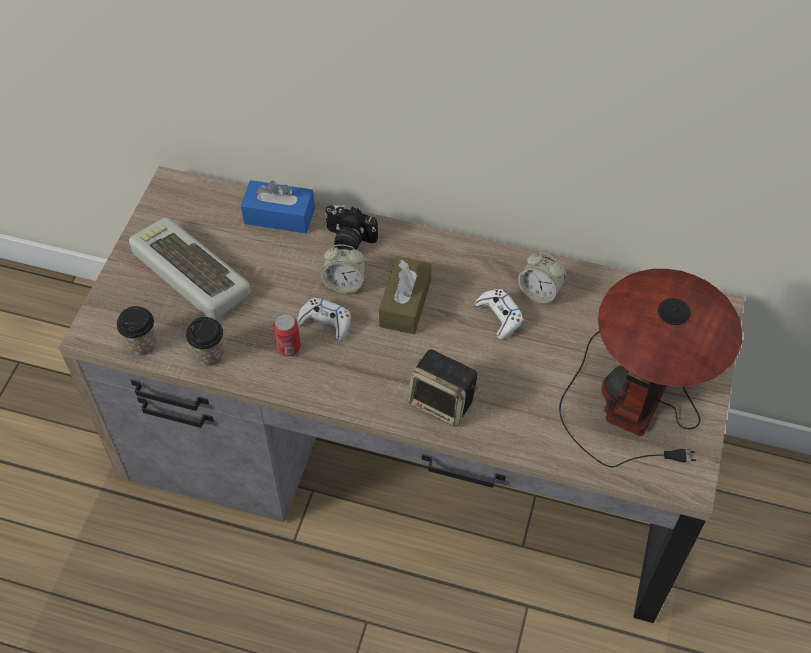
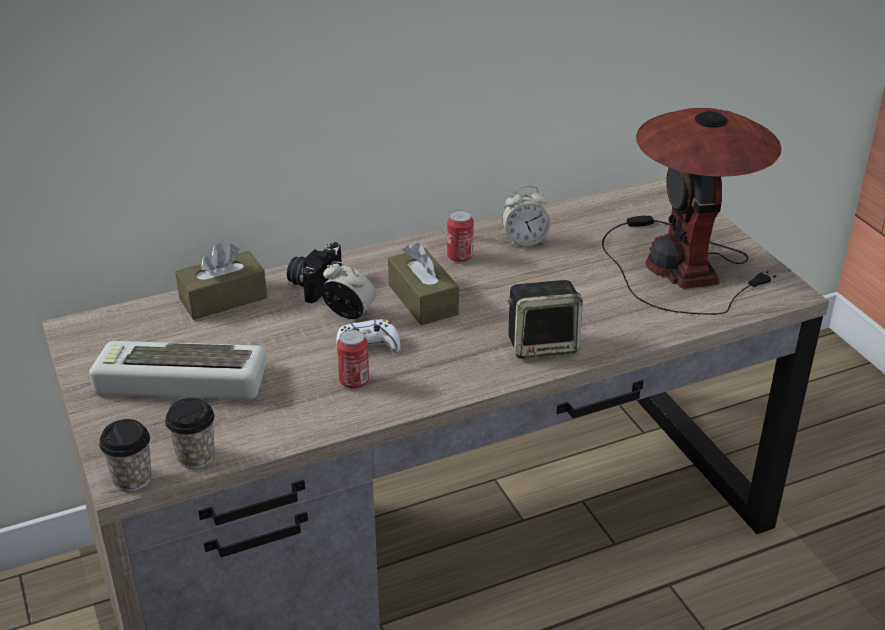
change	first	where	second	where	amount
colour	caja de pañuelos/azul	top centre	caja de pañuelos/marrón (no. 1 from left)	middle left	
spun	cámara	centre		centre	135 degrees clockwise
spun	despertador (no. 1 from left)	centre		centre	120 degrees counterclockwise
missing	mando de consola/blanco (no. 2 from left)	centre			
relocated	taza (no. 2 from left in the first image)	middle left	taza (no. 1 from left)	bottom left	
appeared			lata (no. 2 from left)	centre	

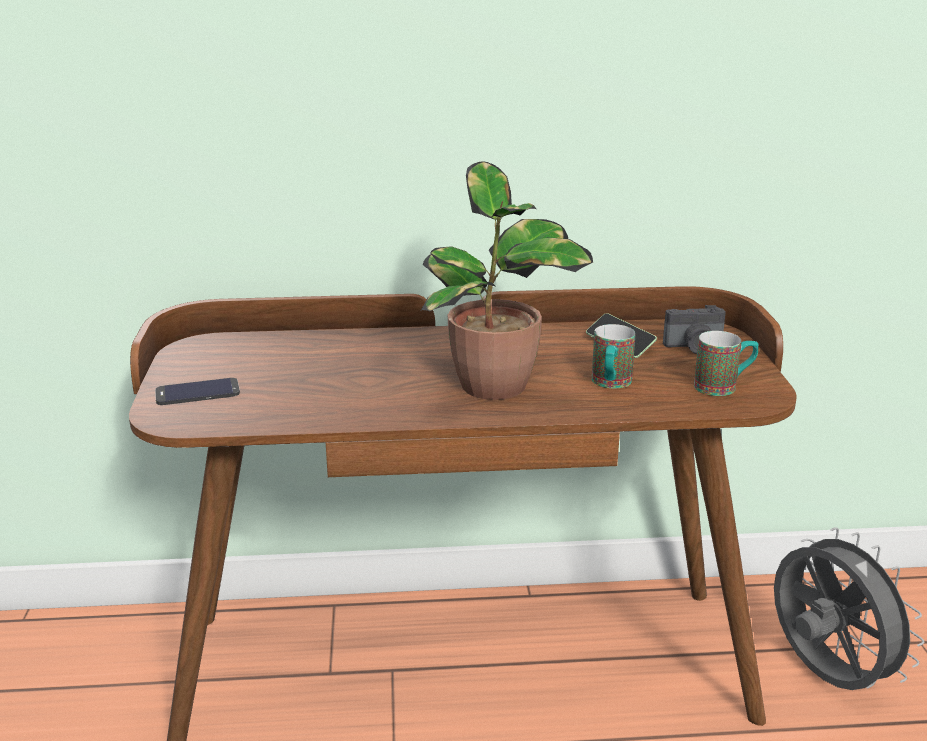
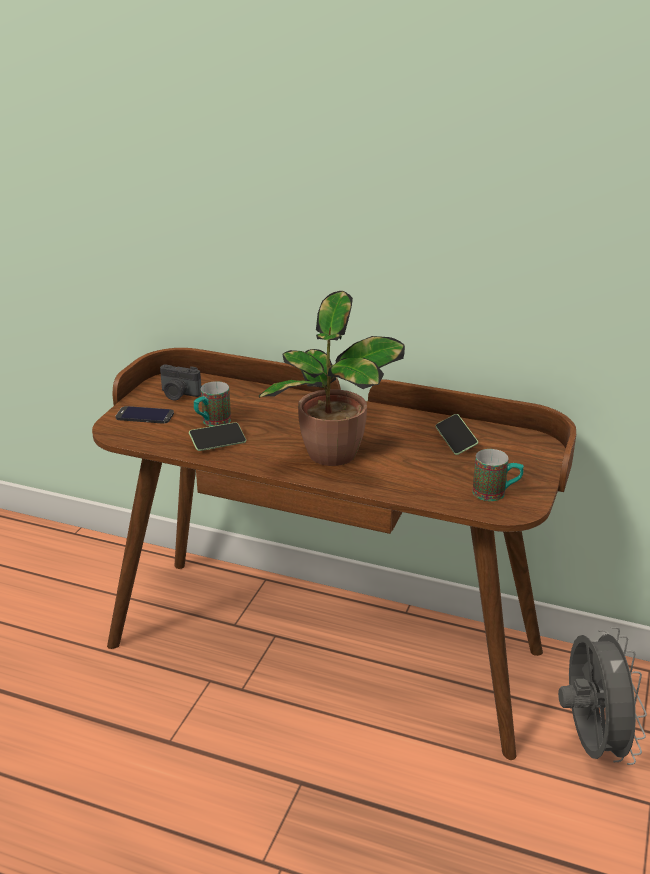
change	first	where	second	where	amount
relocated	cámara	middle right		middle left	
relocated	taza grande (no. 1 from left)	centre		middle left	
appeared			móvil (no. 2 from left)	centre	

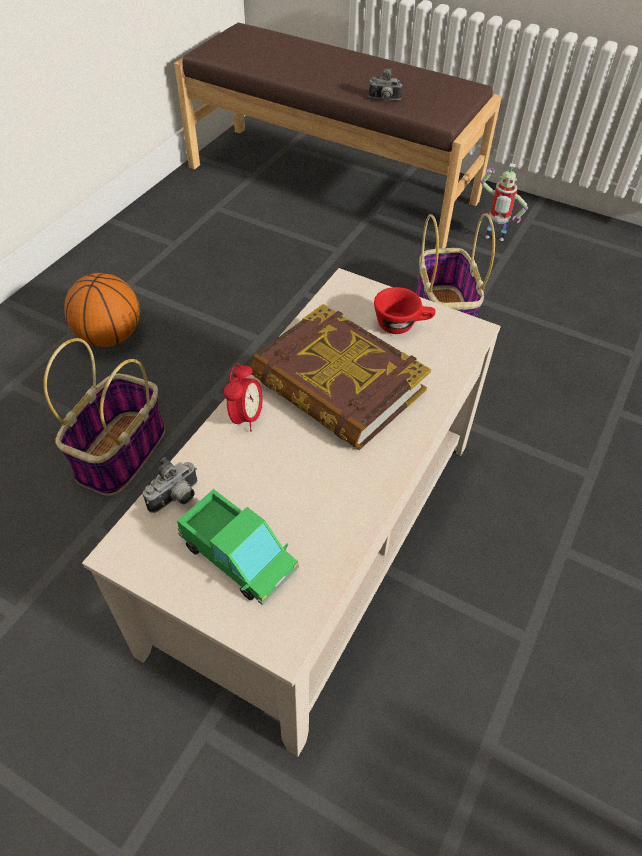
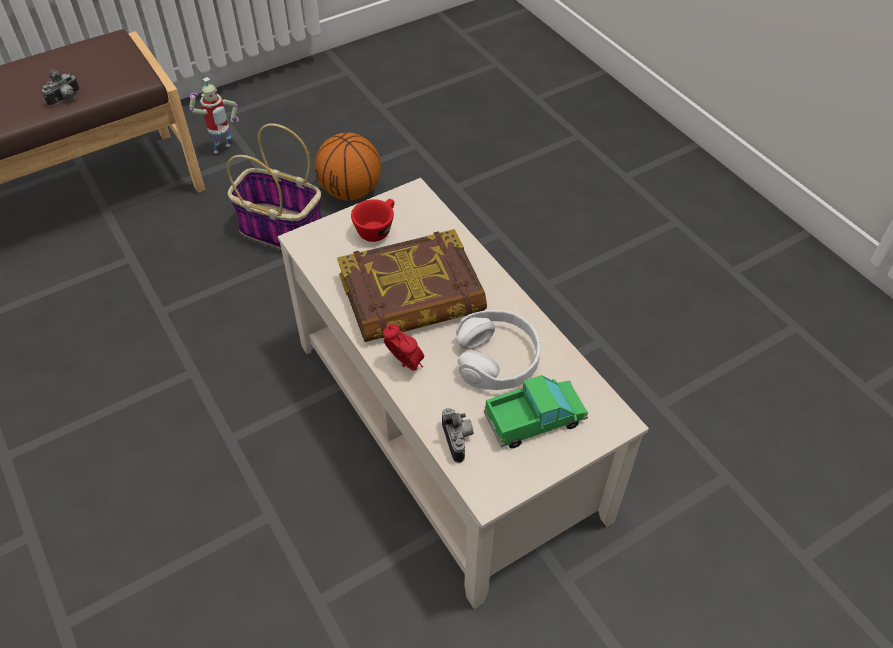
change	first	where	second	where	amount
relocated	balón de baloncesto	middle left		top centre	
missing	cesta (no. 1 from left)	middle left			
appeared			auriculares/blanco	centre	

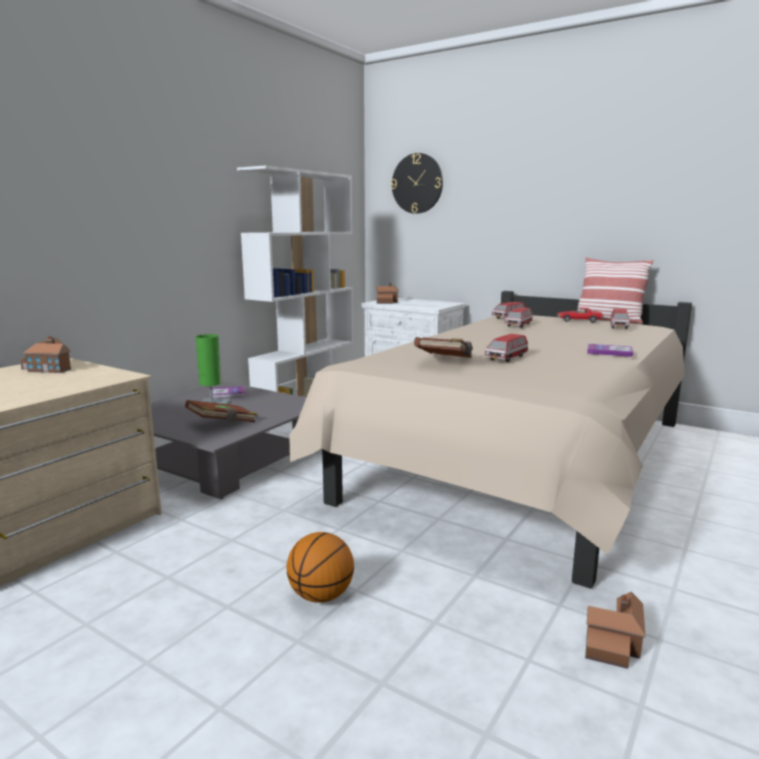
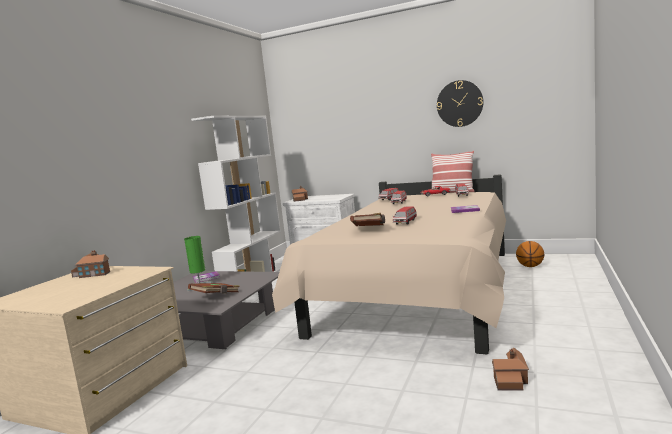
change	first	where	second	where	amount
relocated	reloj de pared	top centre		top right	
relocated	balón de baloncesto	bottom centre		middle right	

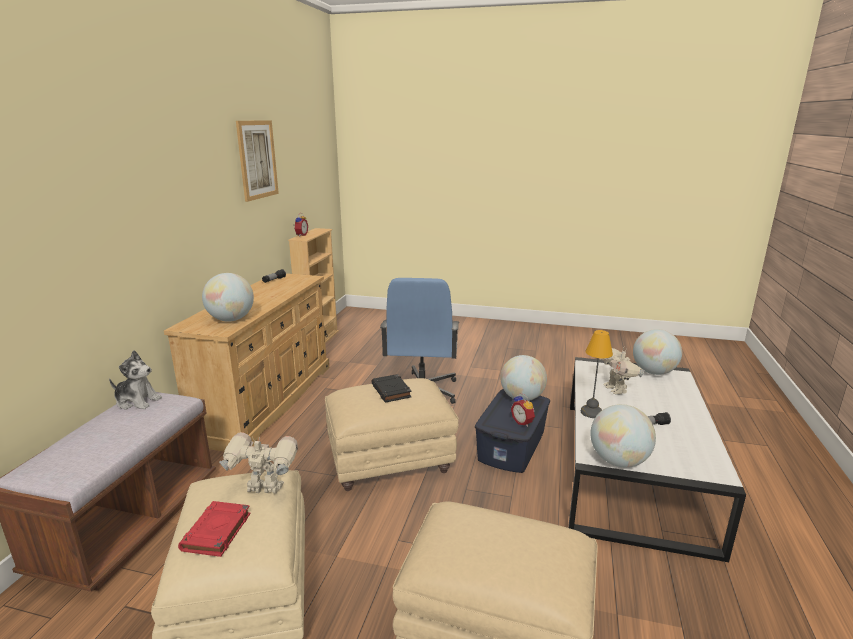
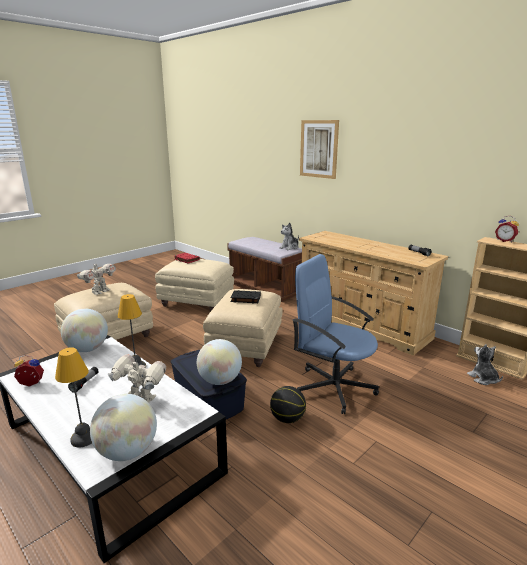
change	first	where	second	where	amount
relocated	cuadro	top left		top centre	
missing	globo terráqueo (no. 1 from left)	middle left			
relocated	despertador (no. 2 from left in the first image)	centre	despertador (no. 1 from left)	middle left	
relocated	robot de juguete (no. 1 from left)	bottom left		middle left	
appeared			peluche (no. 2 from left)	middle right	
appeared			lámpara de mesa (no. 1 from left)	bottom left	
appeared			balón de baloncesto	bottom centre	

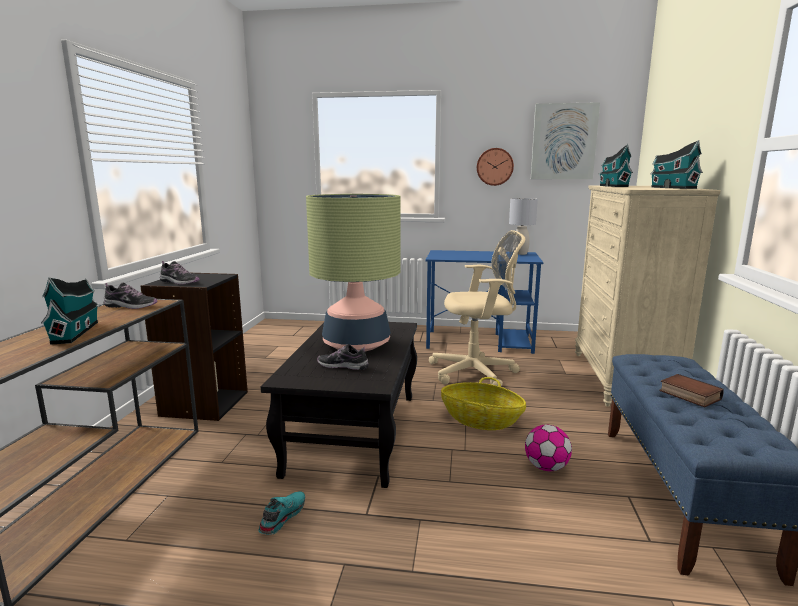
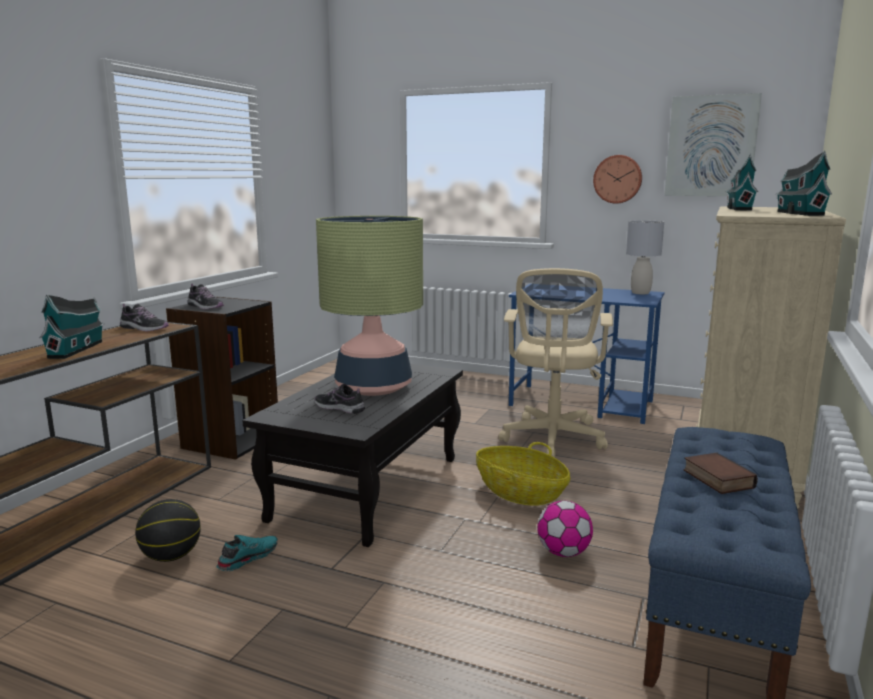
change	first	where	second	where	amount
spun	silla de oficina/beis	centre		centre	90 degrees clockwise
appeared			balón de baloncesto	bottom left	

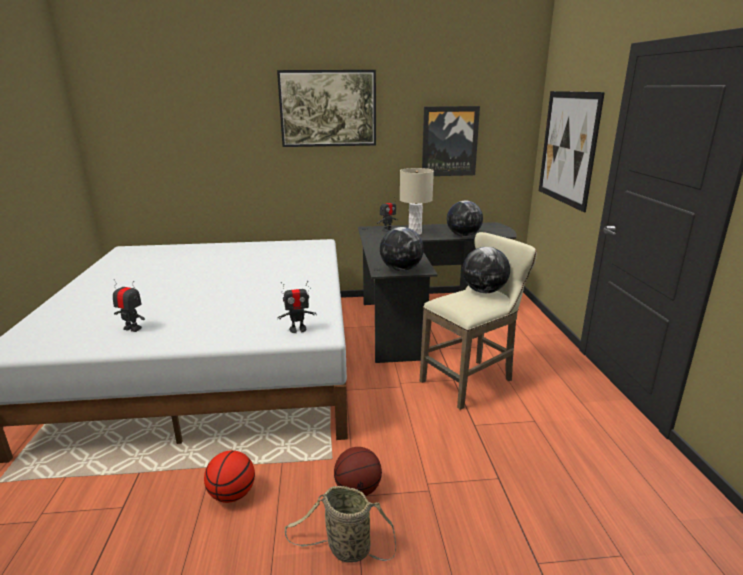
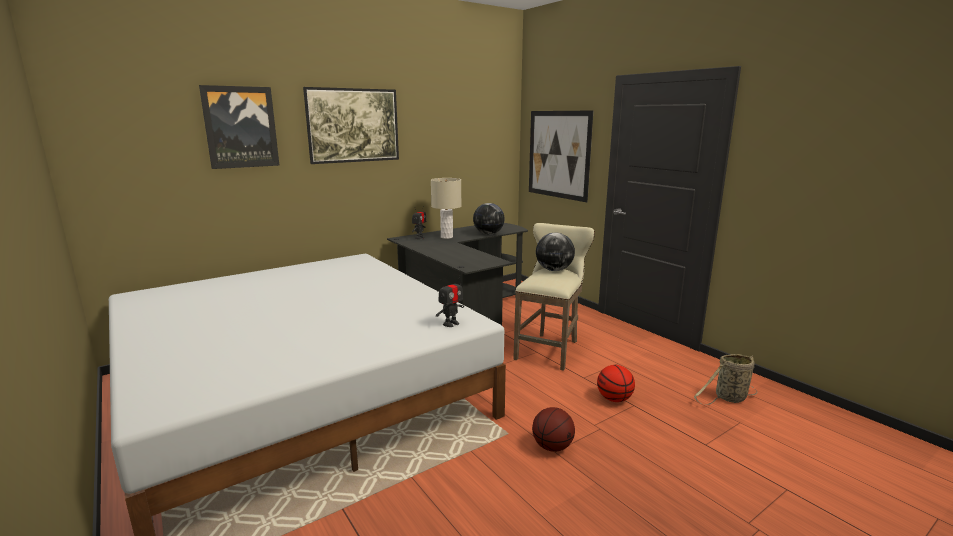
change	first	where	second	where	amount
relocated	cuadro (no. 2 from left in the first image)	top centre	cuadro (no. 1 from left)	top left	
missing	globo terráqueo (no. 1 from left)	centre			
missing	robot de juguete (no. 1 from left)	middle left			
relocated	balón de baloncesto (no. 1 from left in the first image)	bottom left	balón de baloncesto (no. 2 from left)	bottom centre	
relocated	cesta	bottom centre		bottom right	

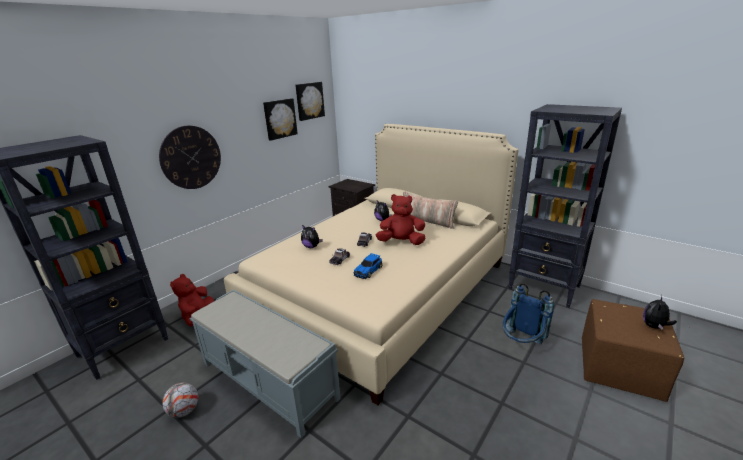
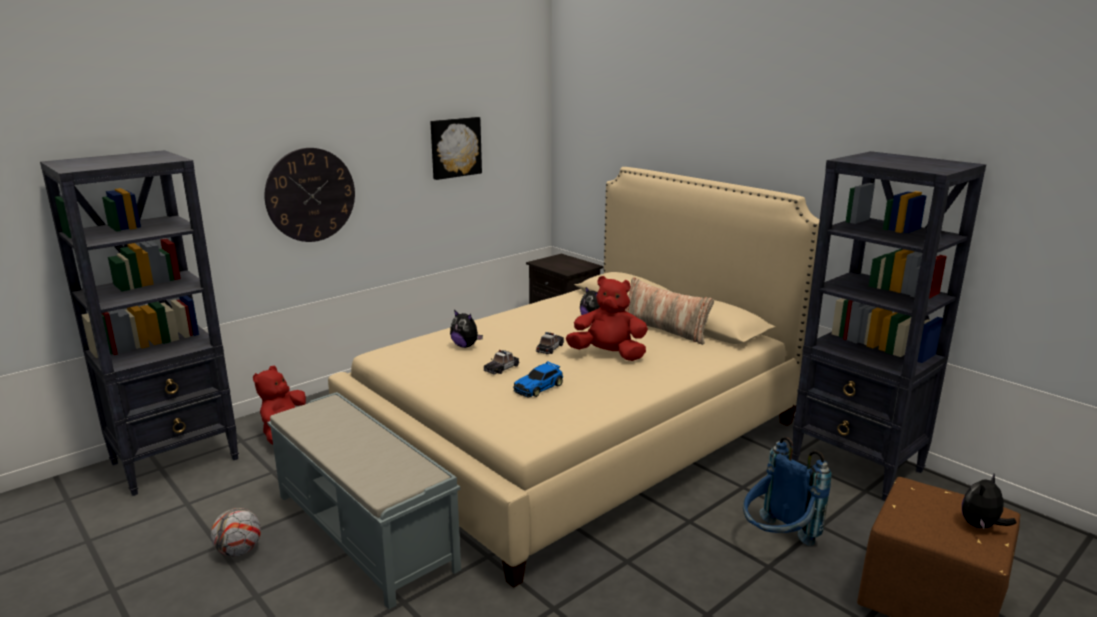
change	first	where	second	where	amount
missing	cuadro (no. 2 from left)	top centre			

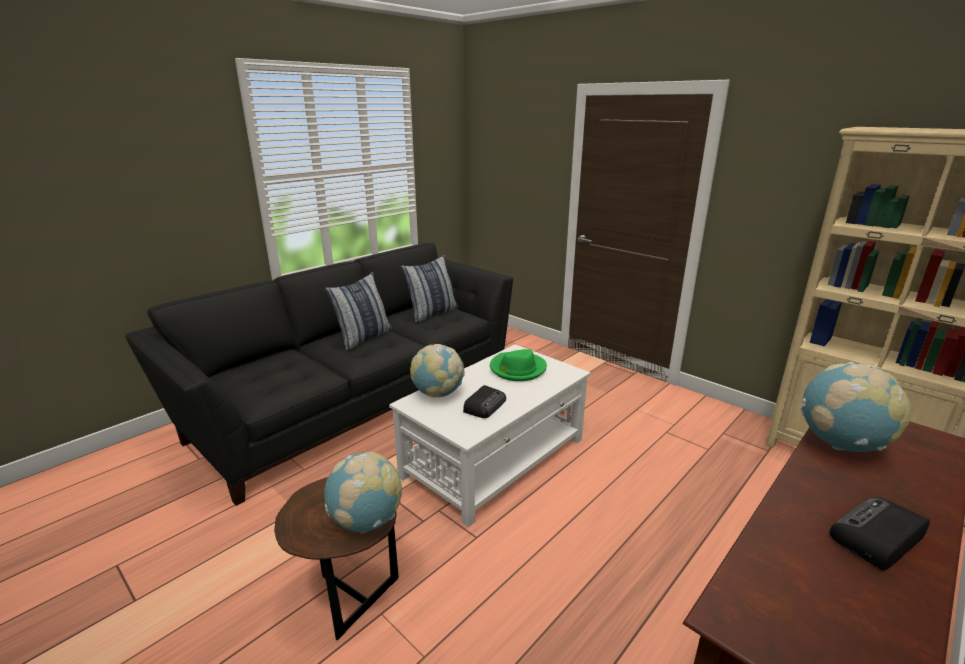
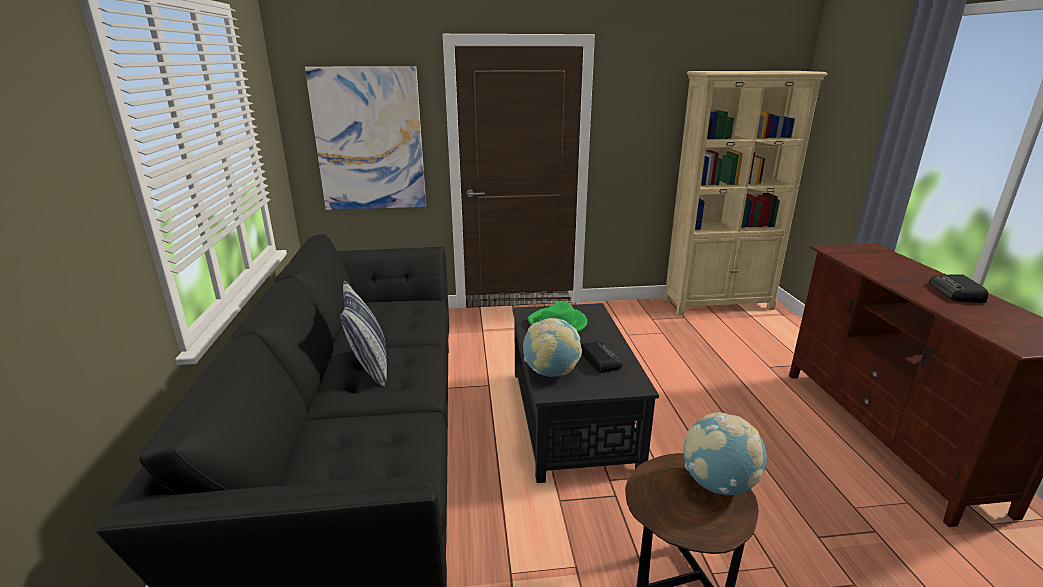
change	first	where	second	where	amount
missing	cojín (no. 2 from left)	centre			
colour	mesa de centro/blanco	centre	mesa de centro/negro	bottom centre	
missing	globo terráqueo (no. 3 from left)	middle right			
appeared			cuadro	top centre	

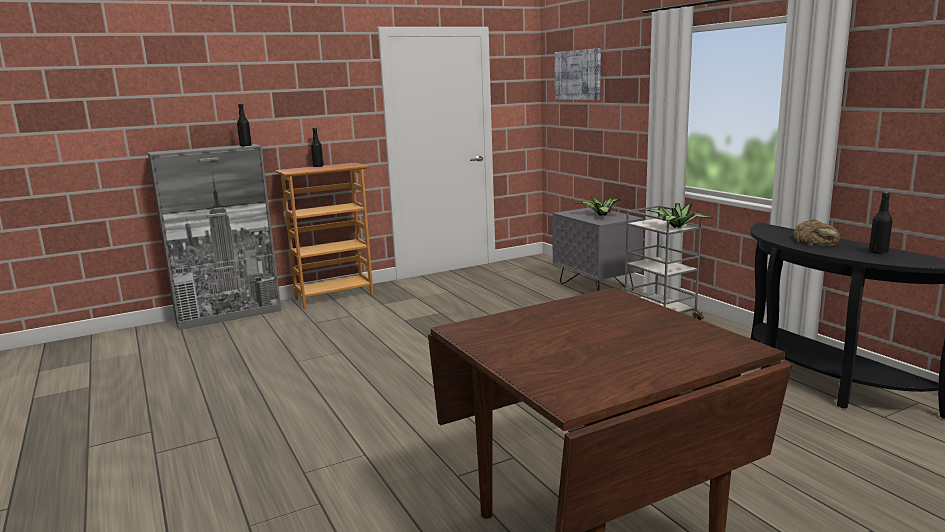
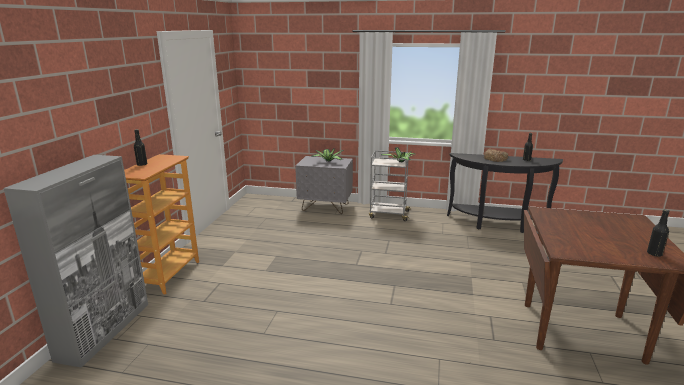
change	first	where	second	where	amount
missing	cuadro	top centre			
relocated	botella/negro (no. 1 from left in the first image)	top left	botella/negro (no. 3 from left)	middle right	

